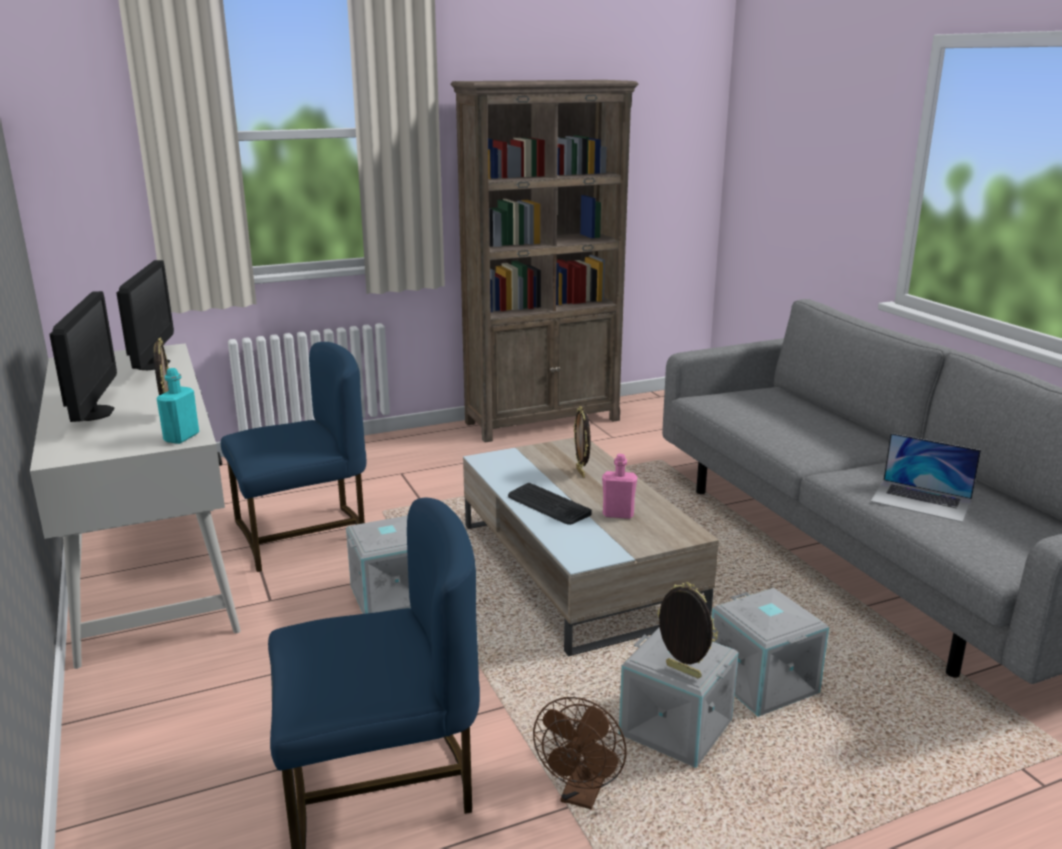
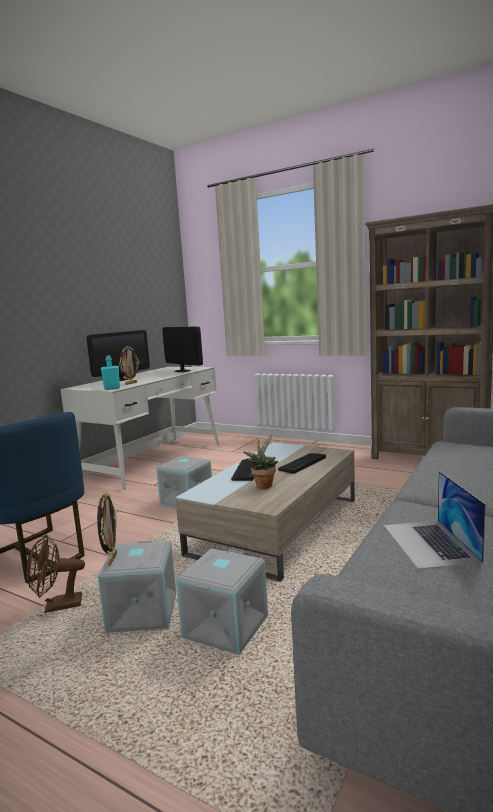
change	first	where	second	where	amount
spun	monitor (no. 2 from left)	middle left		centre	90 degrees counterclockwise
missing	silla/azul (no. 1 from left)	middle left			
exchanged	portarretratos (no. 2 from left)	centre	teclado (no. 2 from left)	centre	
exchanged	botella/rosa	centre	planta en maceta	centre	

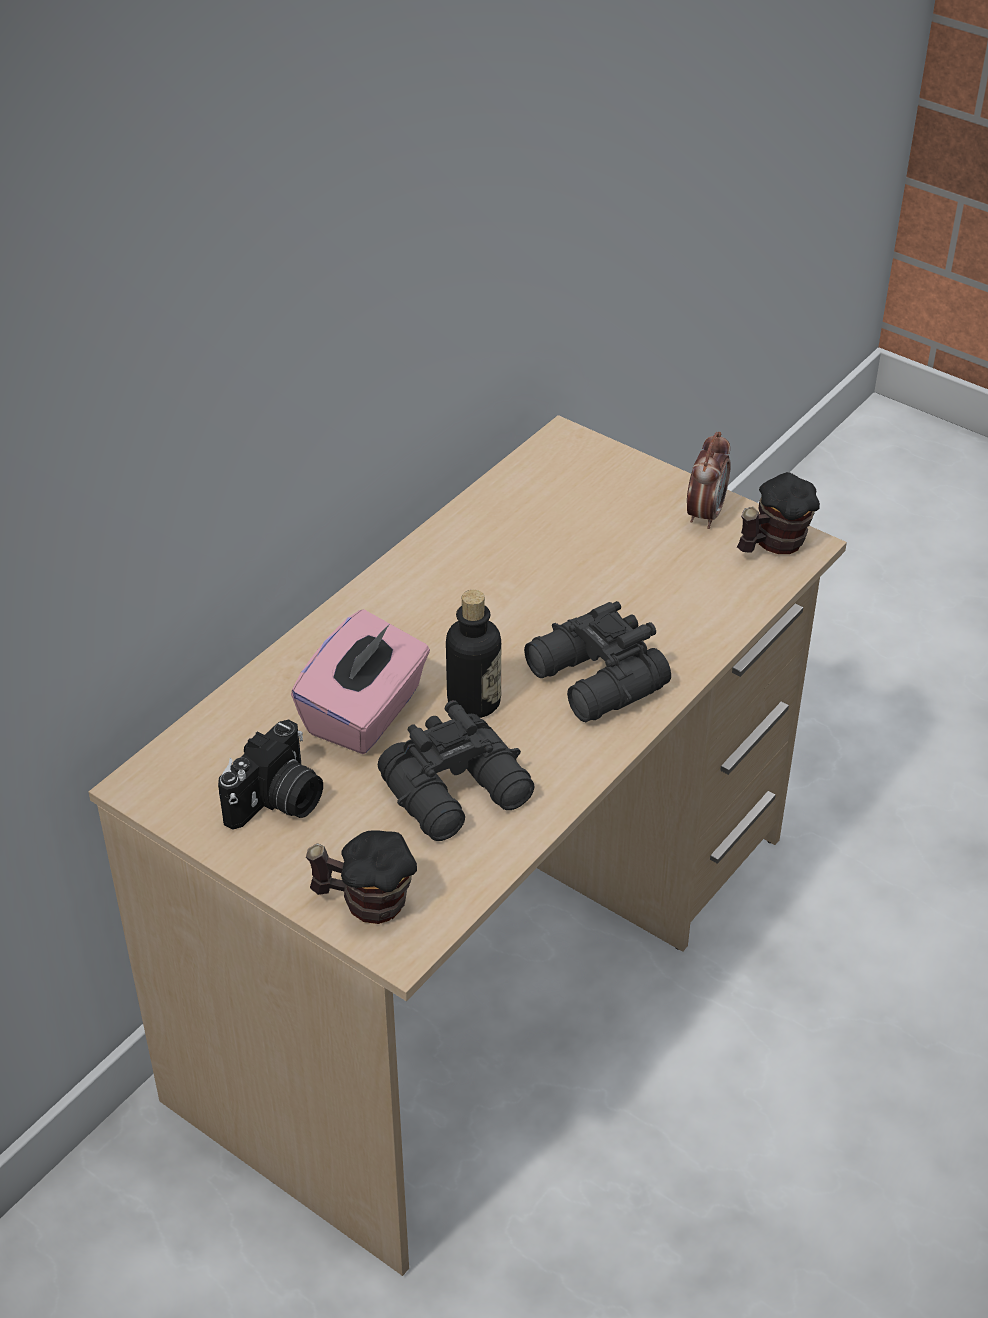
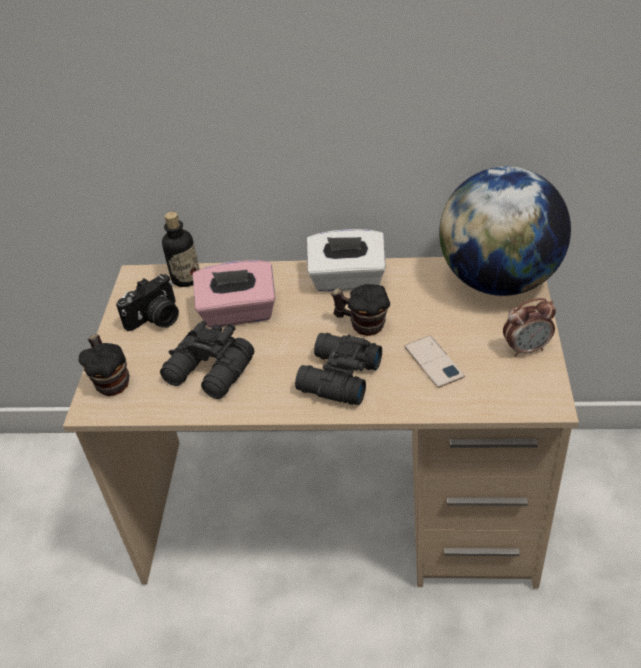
change	first	where	second	where	amount
relocated	taza grande (no. 2 from left)	middle right		centre	
relocated	botella	centre		middle left	
spun	cámara	middle left		middle left	45 degrees counterclockwise
appeared			globo terráqueo	middle right	
appeared			caja de pañuelos/blanco	centre	
appeared			móvil	middle right	

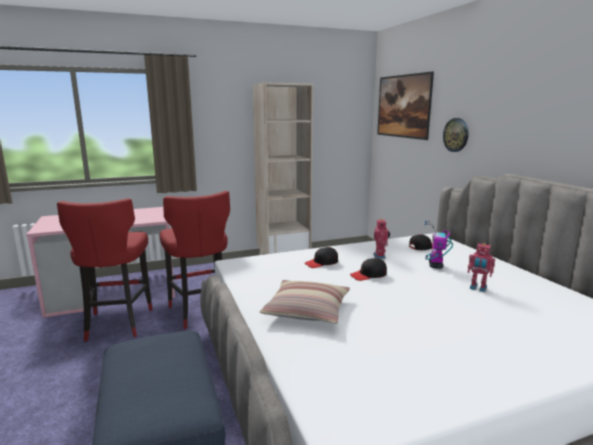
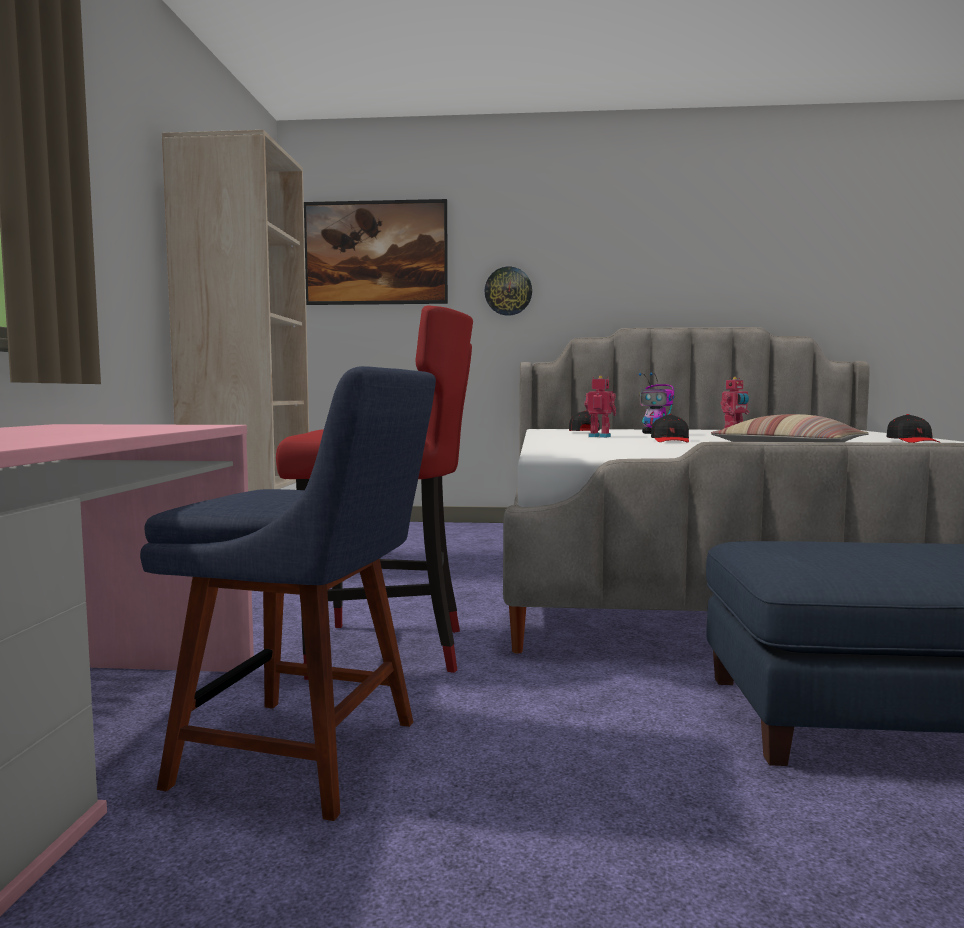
change	first	where	second	where	amount
exchanged	taburete/rojo (no. 1 from left)	middle left	silla/azul	middle left	
relocated	gorra/negro (no. 1 from left in the first image)	centre	gorra/negro (no. 3 from left)	middle right	

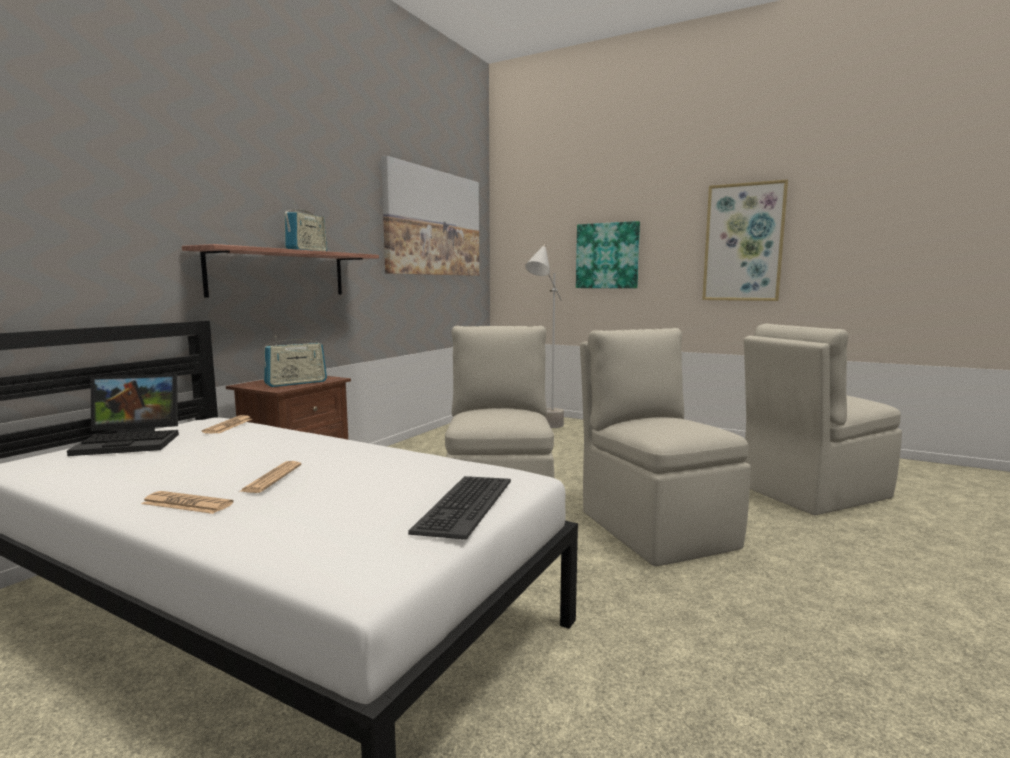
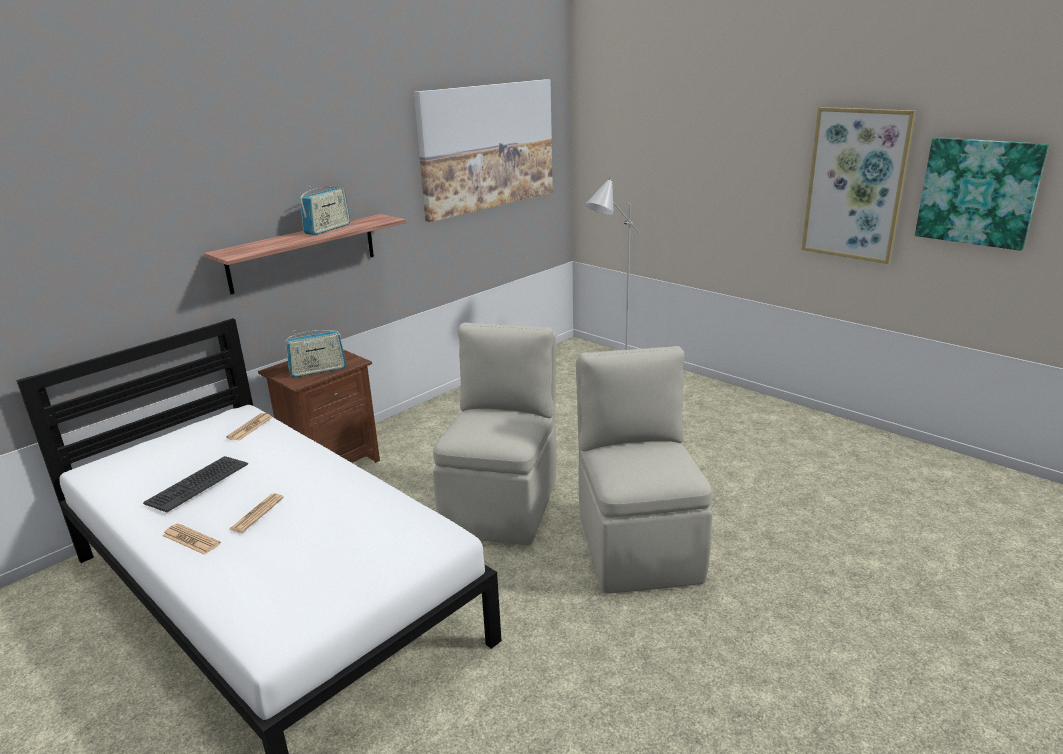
change	first	where	second	where	amount
relocated	cuadro (no. 2 from left in the first image)	centre	cuadro (no. 3 from left)	top right	
missing	silla/beis (no. 3 from left)	middle right			
missing	portátil	middle left			
relocated	teclado	bottom centre		middle left	

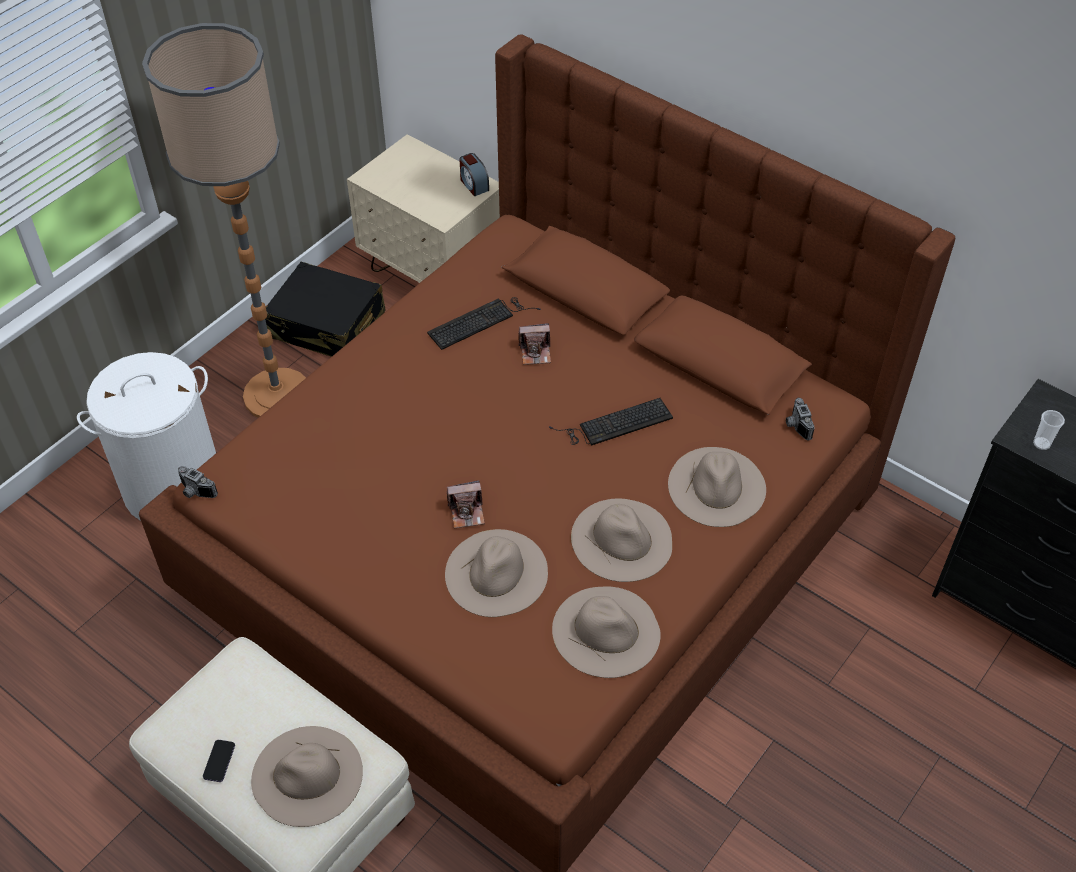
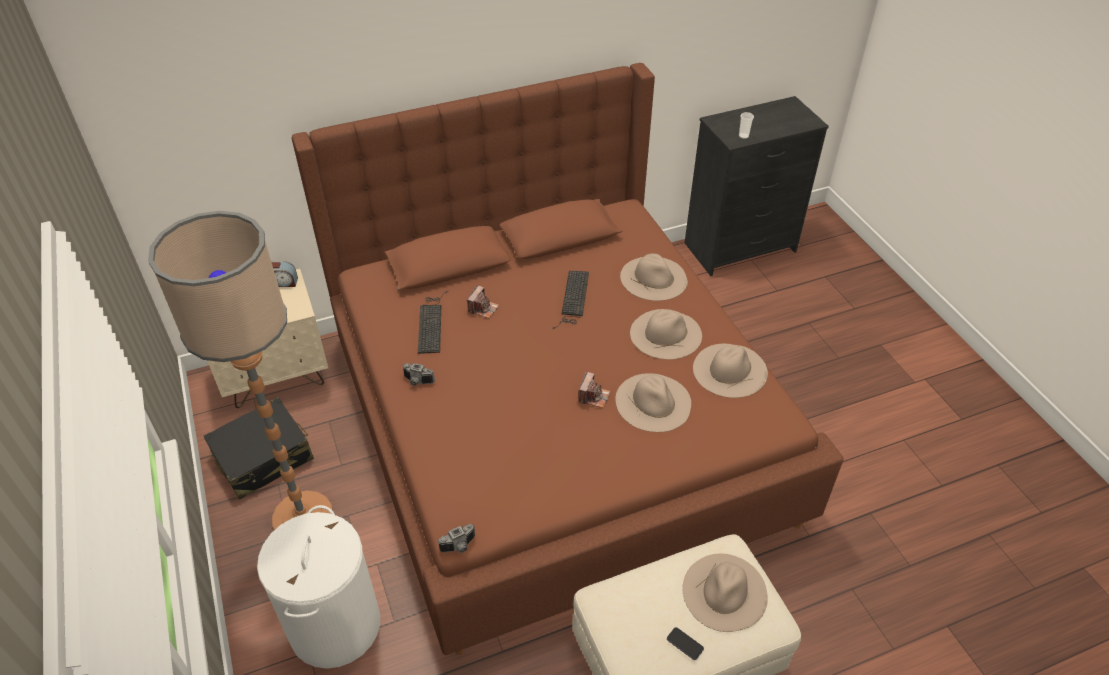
change	first	where	second	where	amount
relocated	cámara (no. 4 from left in the first image)	middle right	cámara (no. 1 from left)	centre	

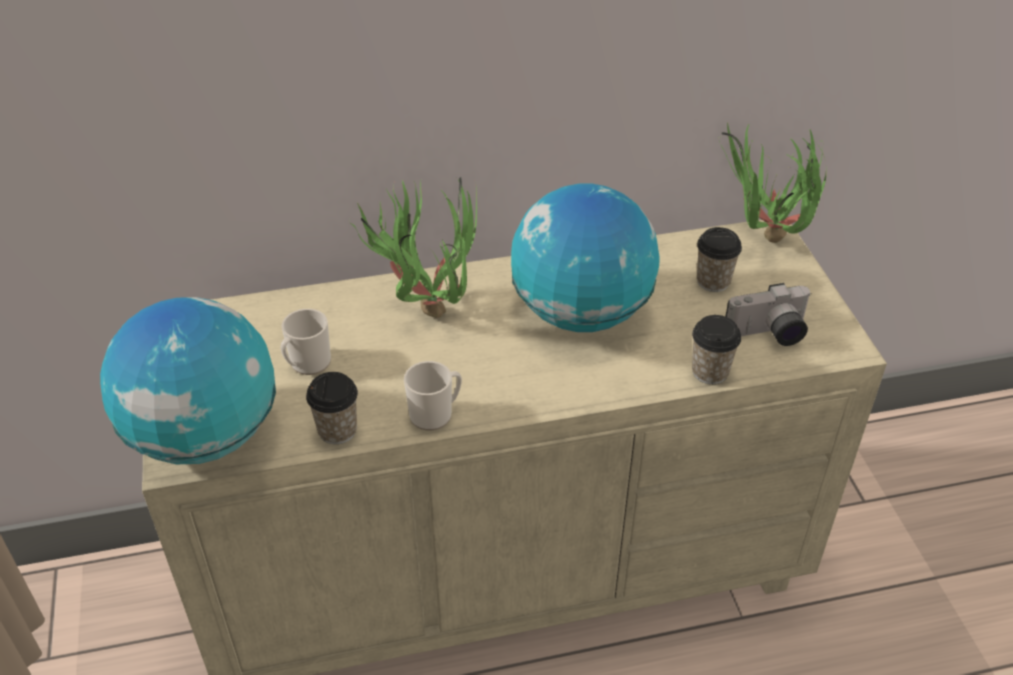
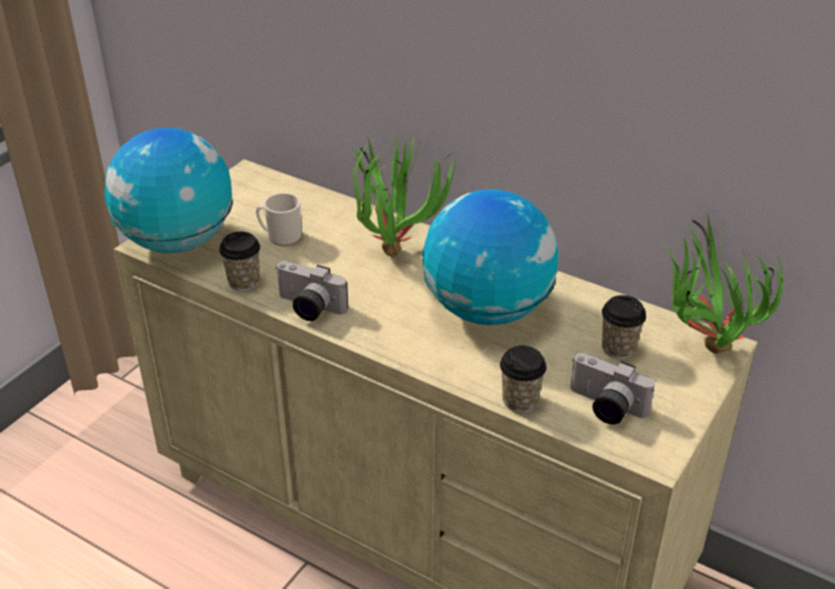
change	first	where	second	where	amount
exchanged	taza grande (no. 2 from left)	centre	cámara (no. 1 from left)	centre	

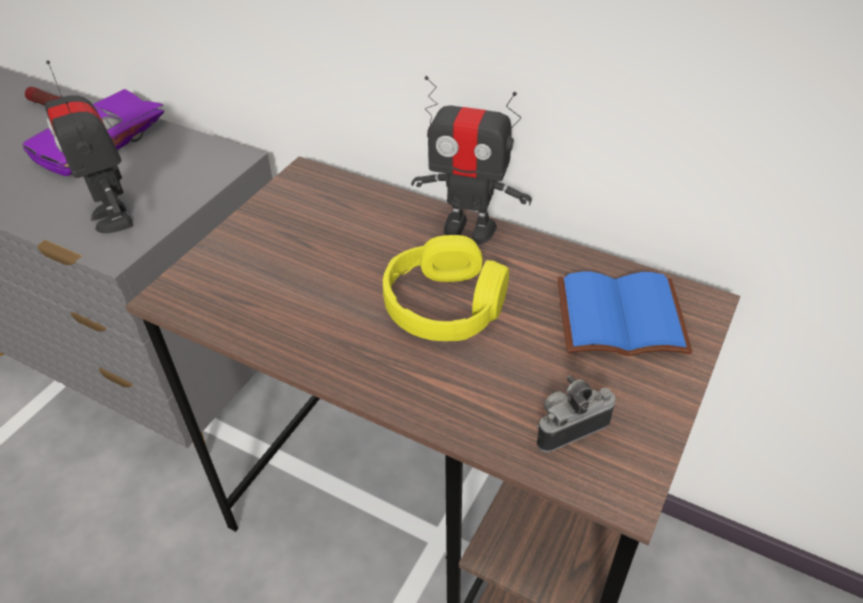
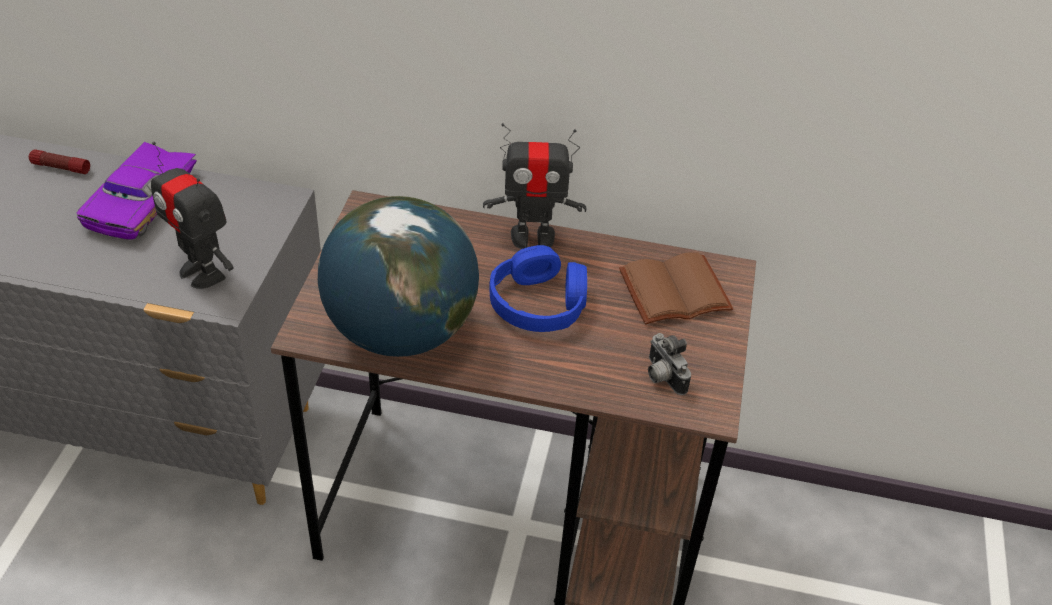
change	first	where	second	where	amount
colour	auriculares/amarillo	centre	auriculares/azul	centre	
colour	libro/azul	middle right	libro/marrón	centre	
spun	cámara	bottom right		centre	75 degrees counterclockwise
appeared			globo terráqueo	centre	

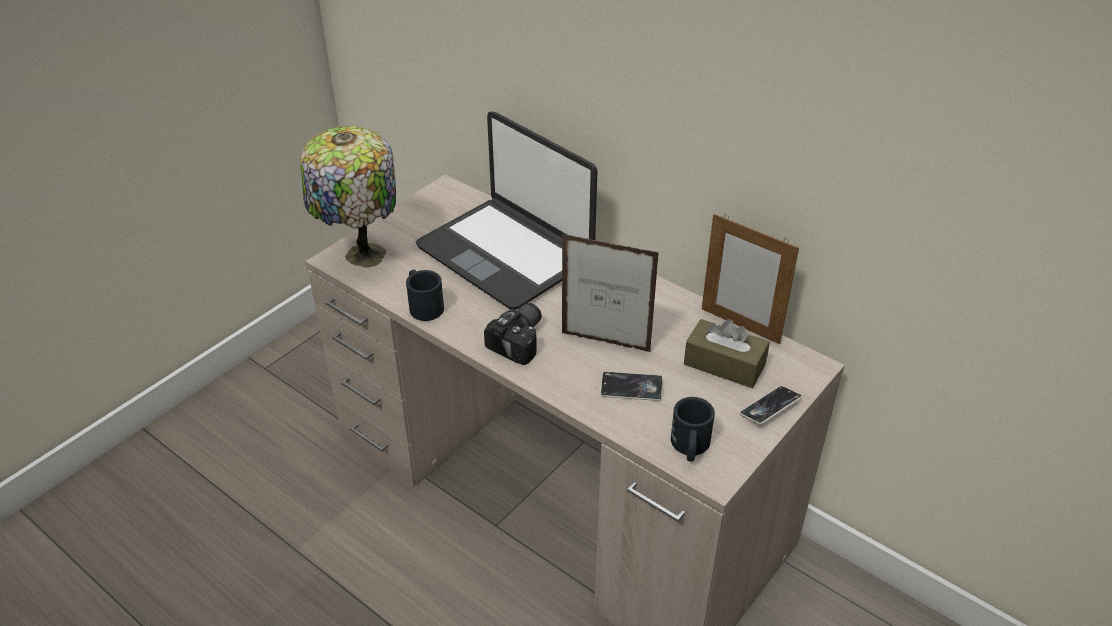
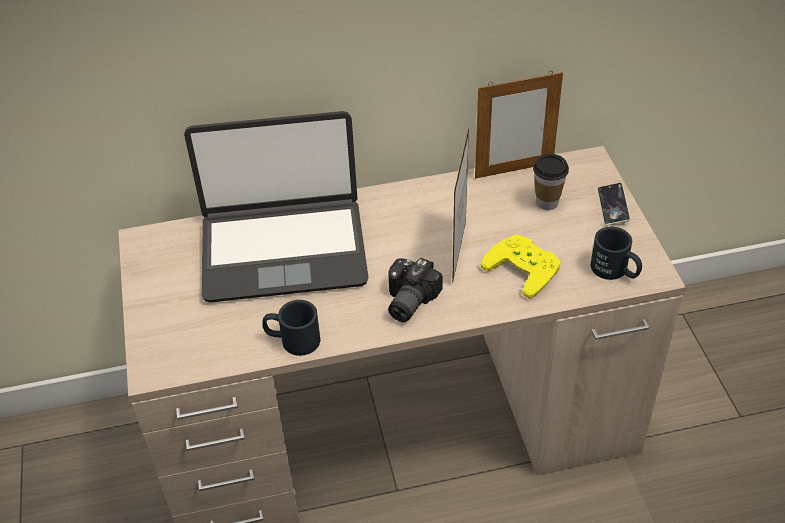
change	first	where	second	where	amount
missing	lámpara de mesa	top left			
spun	portarretratos (no. 1 from left)	centre		centre	45 degrees counterclockwise
spun	cámara	centre		centre	135 degrees counterclockwise
exchanged	caja de pañuelos/marrón	centre	taza	middle right	
exchanged	móvil (no. 1 from left)	centre	mando de consola/amarillo	centre	

